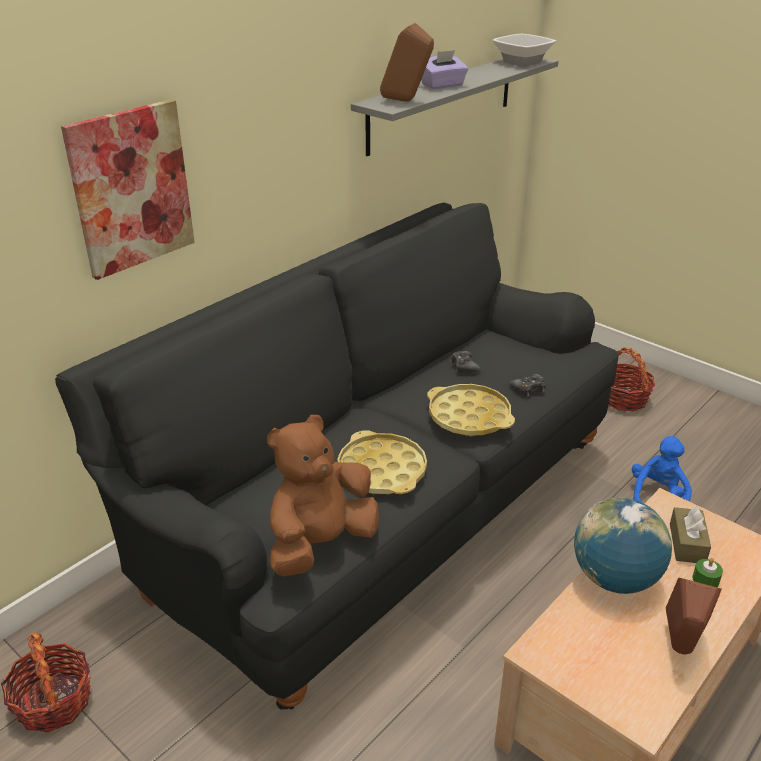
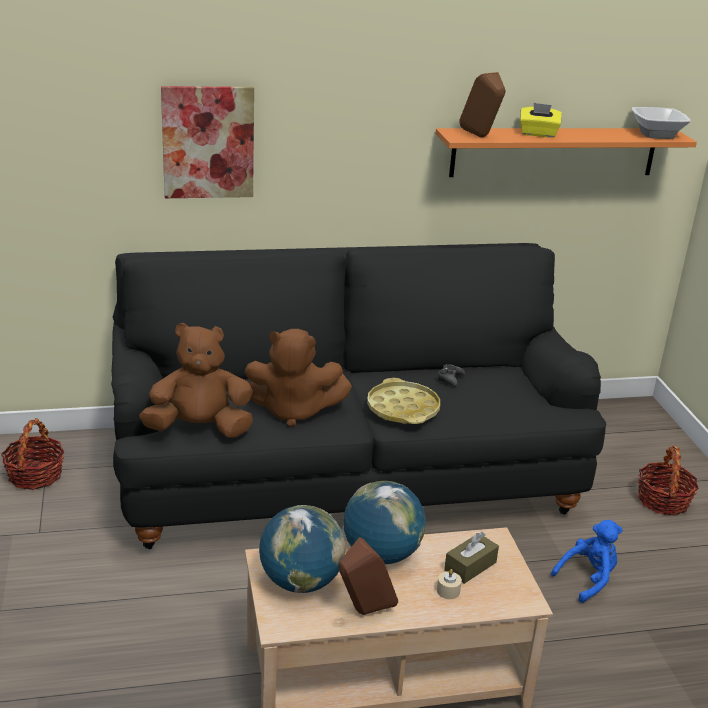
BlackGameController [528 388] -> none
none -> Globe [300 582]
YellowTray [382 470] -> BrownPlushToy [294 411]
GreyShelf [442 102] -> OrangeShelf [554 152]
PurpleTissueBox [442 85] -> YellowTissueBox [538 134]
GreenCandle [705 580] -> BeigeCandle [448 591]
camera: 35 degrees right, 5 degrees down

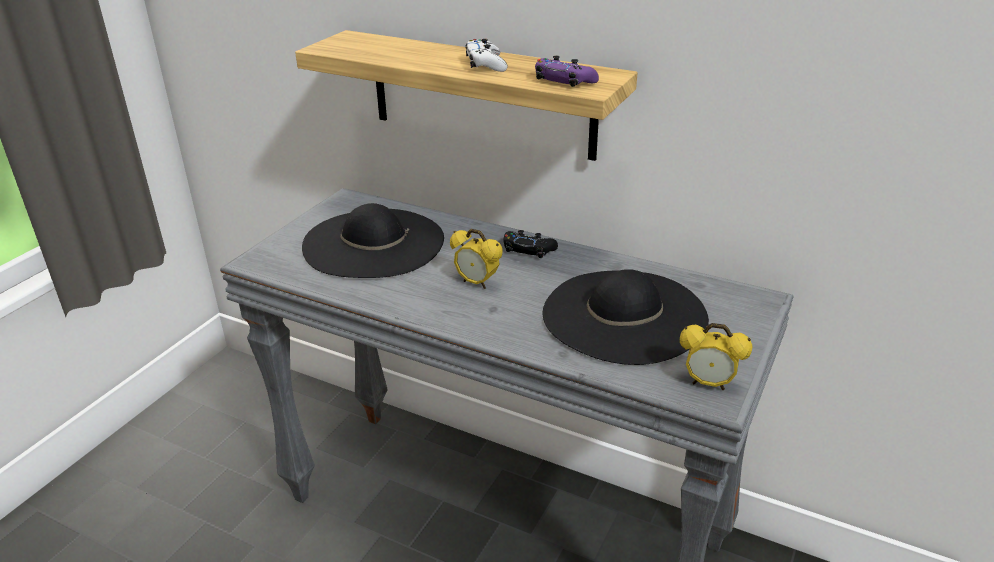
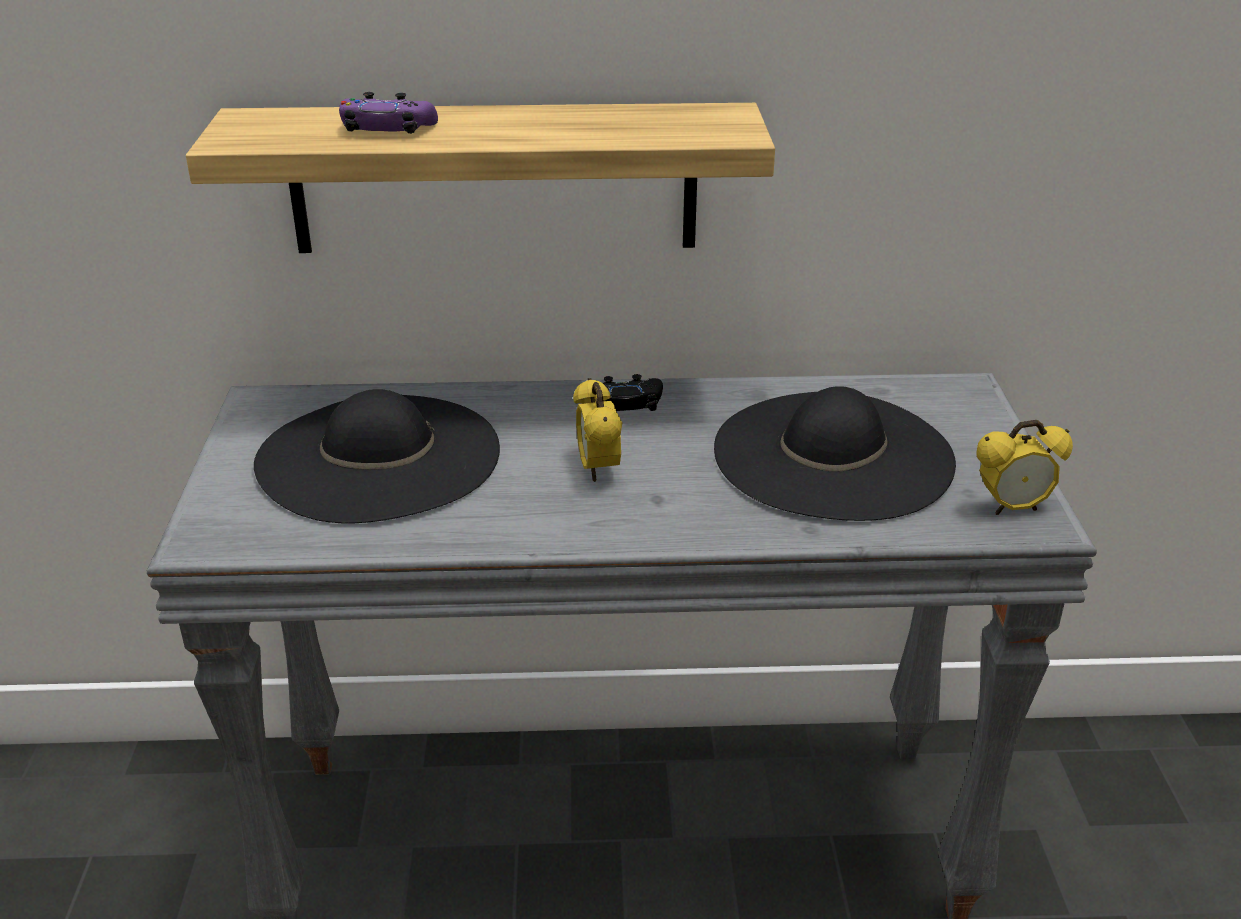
WhiteGameController [485 64] -> none
PurpleGameController [564 81] -> PurpleGameController [387 129], shifted
AlarmClock [477 283] -> AlarmClock [598 470], 75 degrees clockwise
camera: 30 degrees left, 0 degrees up

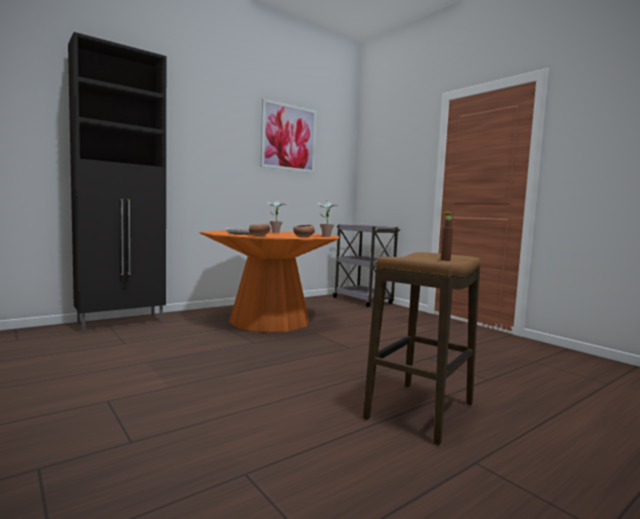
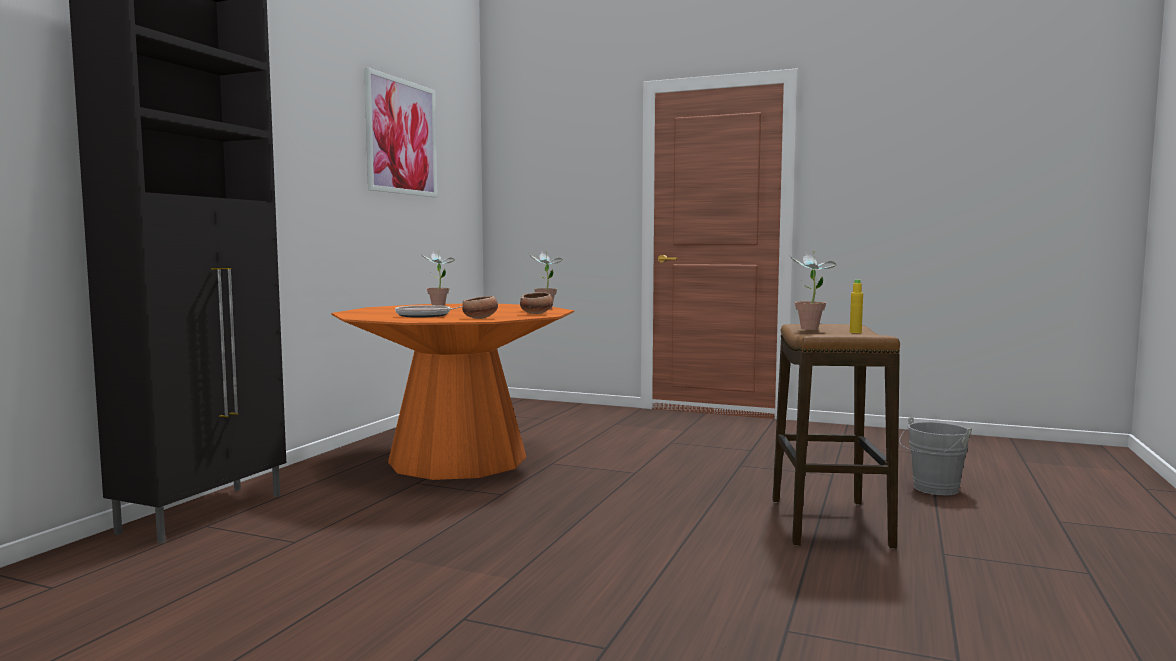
GreyCart [363 301] -> none
none -> PottedPlant [811 329]
none -> GreyBucket [933 489]
BrownBottle [445 260] -> YellowBottle [855 332]
camera: 30 degrees left, 0 degrees up

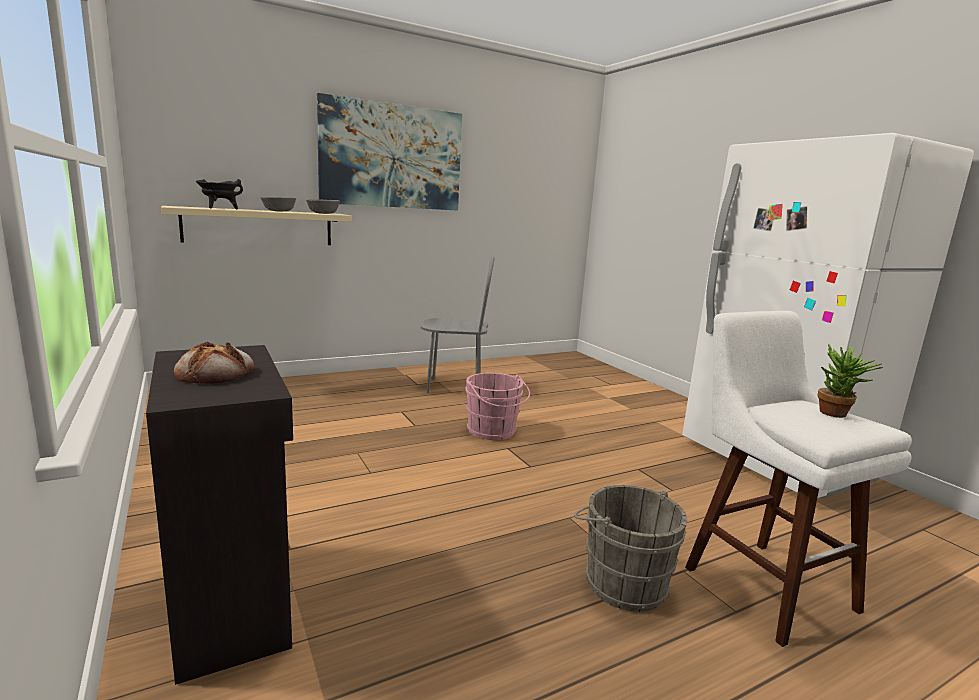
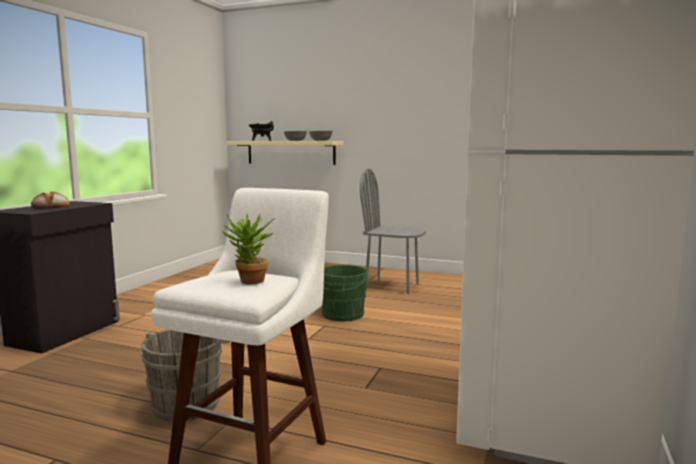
Picture [392 156] -> none
PinkBucket [493 432] -> GreenBucket [342 315]
GreyChair [454 387] -> GreyChair [392 286], 150 degrees clockwise
camera: 50 degrees right, 5 degrees down

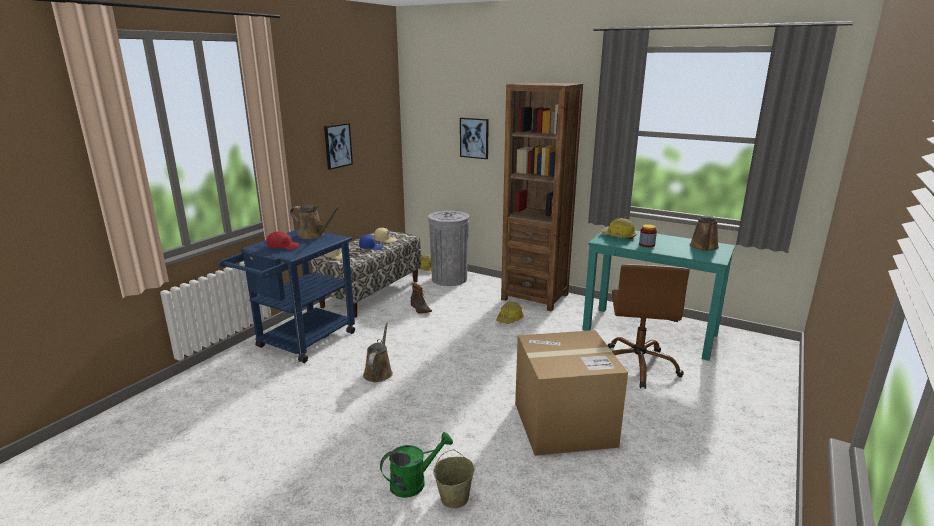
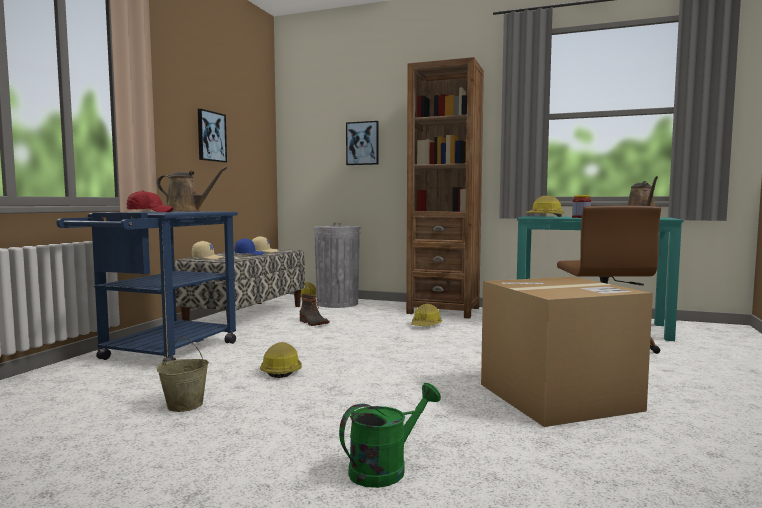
BeigeBucket [455 497] -> BeigeBucket [185 405], shifted
BrownWateringCan [379 372] -> HardHat [281 370]
camera: 10 degrees left, 15 degrees down

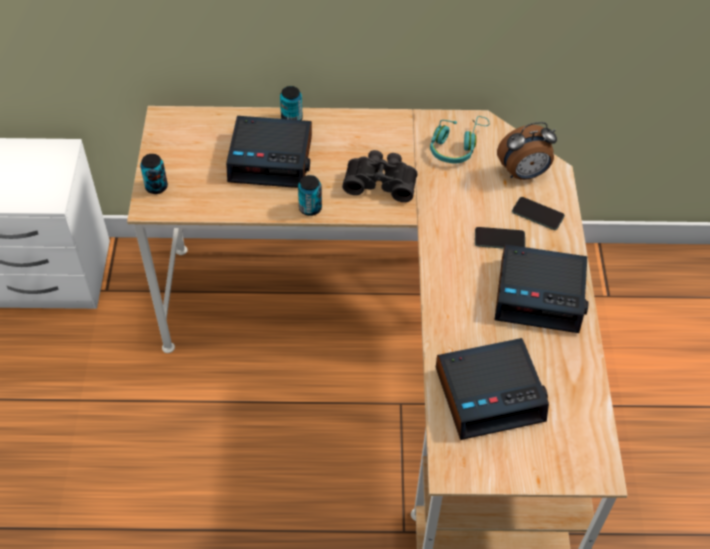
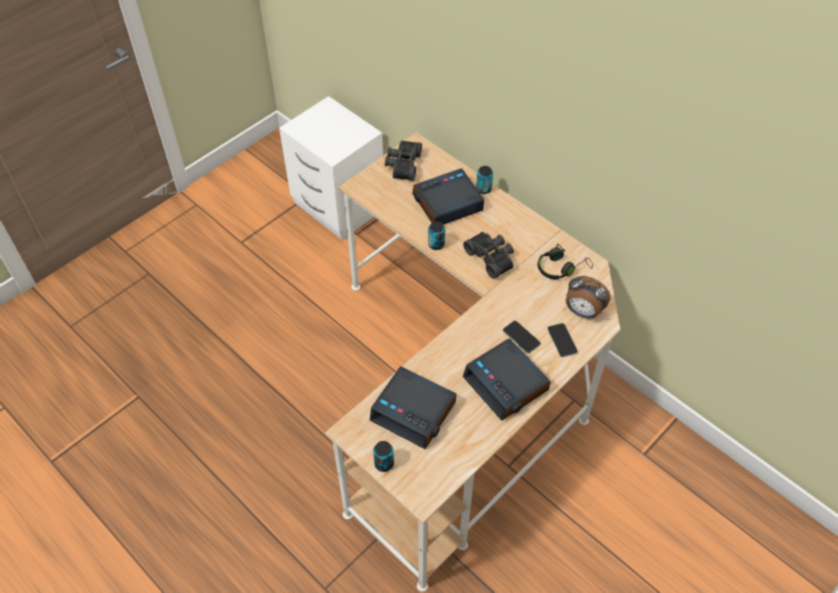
none -> BlackBinoculars [402 165]
Can [156 187] -> Can [384 463], shifted
TurquoiseHeadphones [456 146] -> BlackHeadphones [561 268]
AlarmClock [271 159] -> AlarmClock [447 204], 105 degrees clockwise
camera: 45 degrees right, 0 degrees up

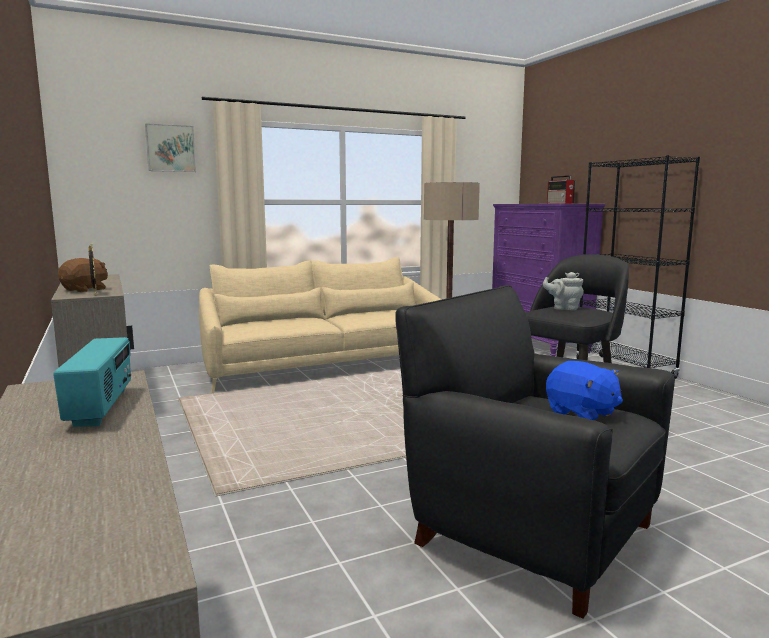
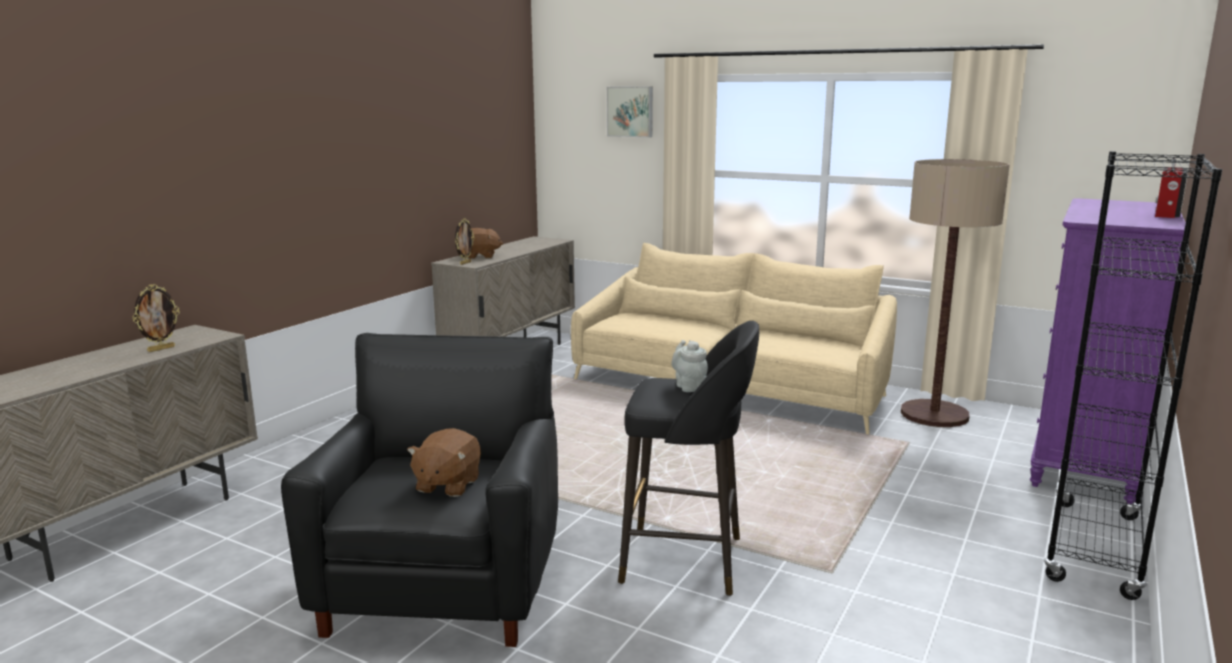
Radio [102 408] -> PictureFrame [161 349]
BluePlushToy [581 413] -> BrownPlushToy [447 485]
camera: 55 degrees right, 5 degrees up

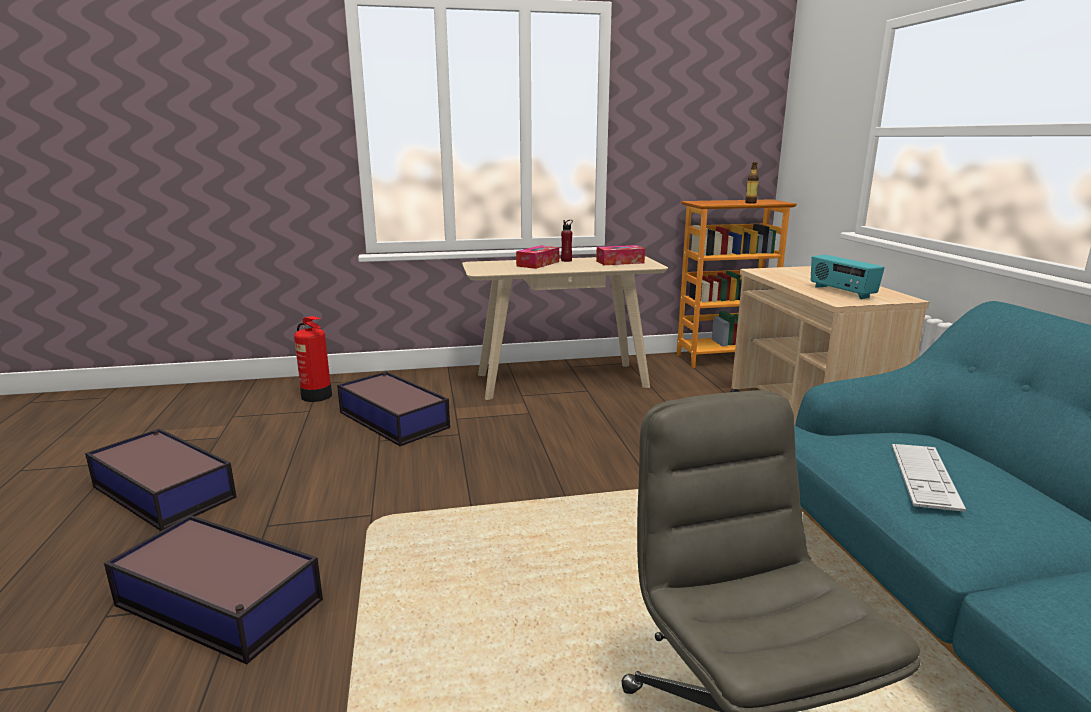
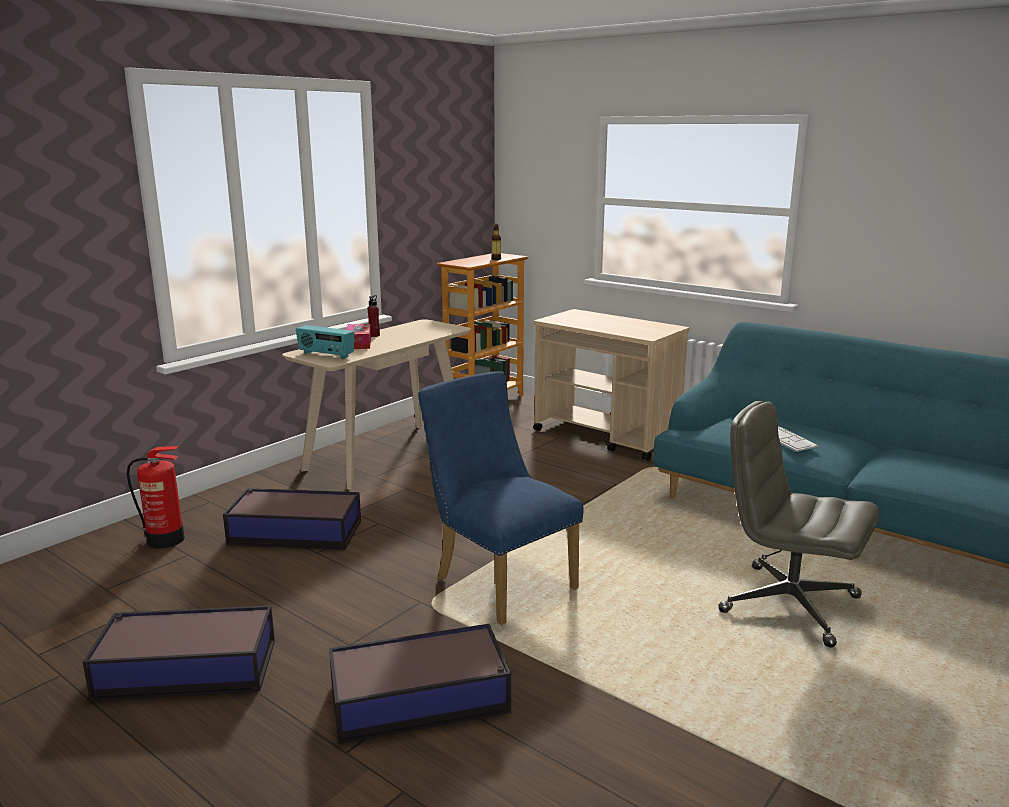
TissueBox [620 262] -> none
none -> BlueChair [498 580]
Radio [841 292] -> Radio [326 355], shifted
camera: 40 degrees left, 0 degrees up

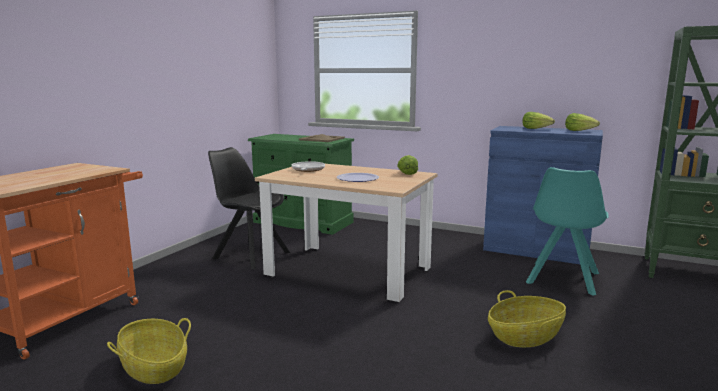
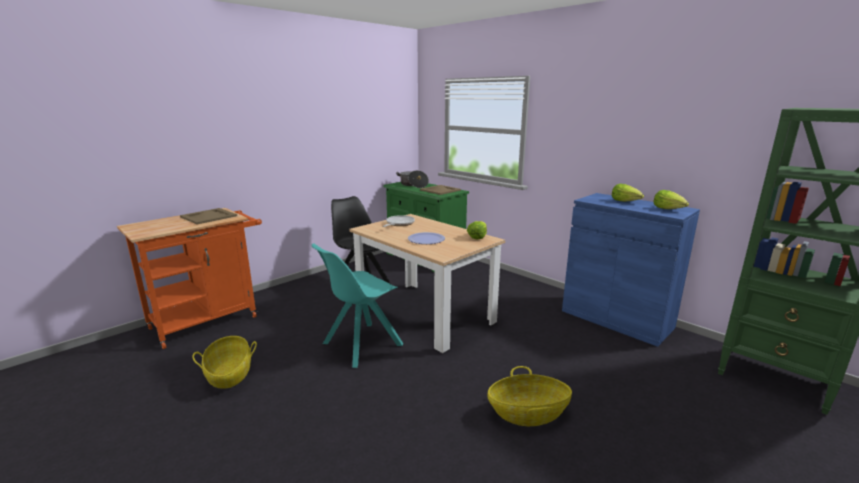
none -> BeigeTray [208 216]
none -> CookingPot [413 185]
TurquoiseChair [562 279] -> TurquoiseChair [360 345], shifted
camera: 20 degrees right, 5 degrees up

